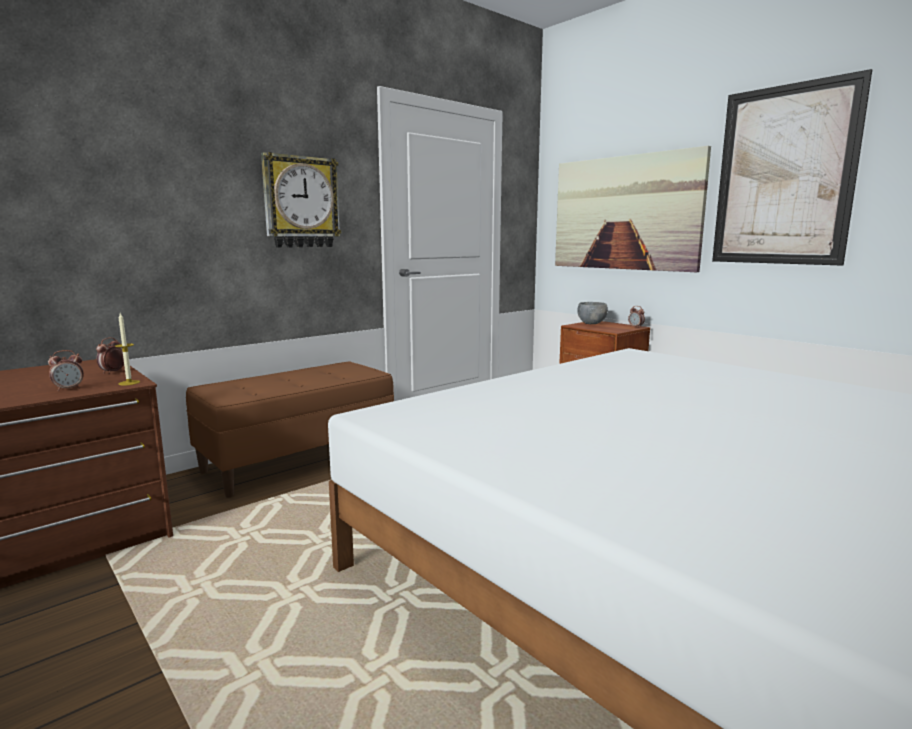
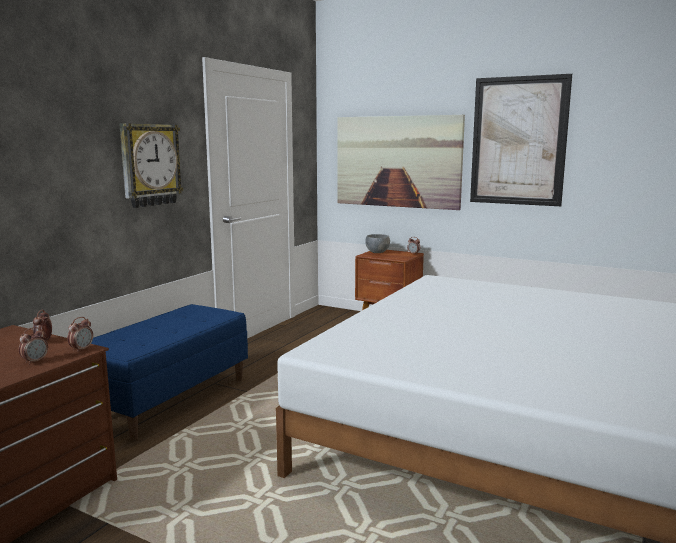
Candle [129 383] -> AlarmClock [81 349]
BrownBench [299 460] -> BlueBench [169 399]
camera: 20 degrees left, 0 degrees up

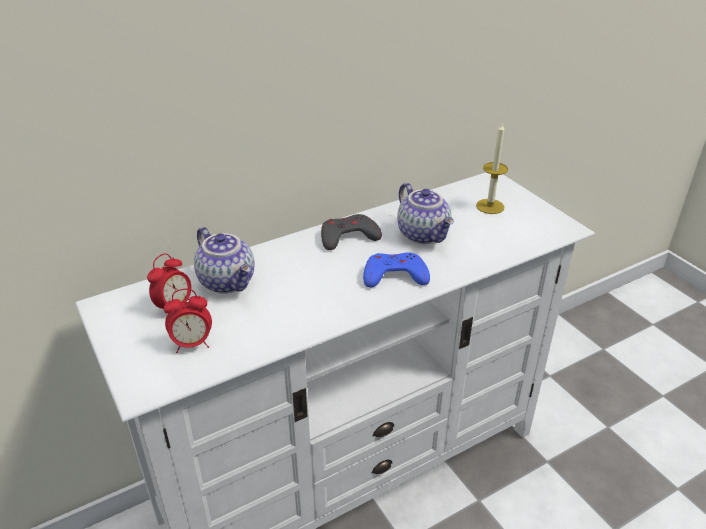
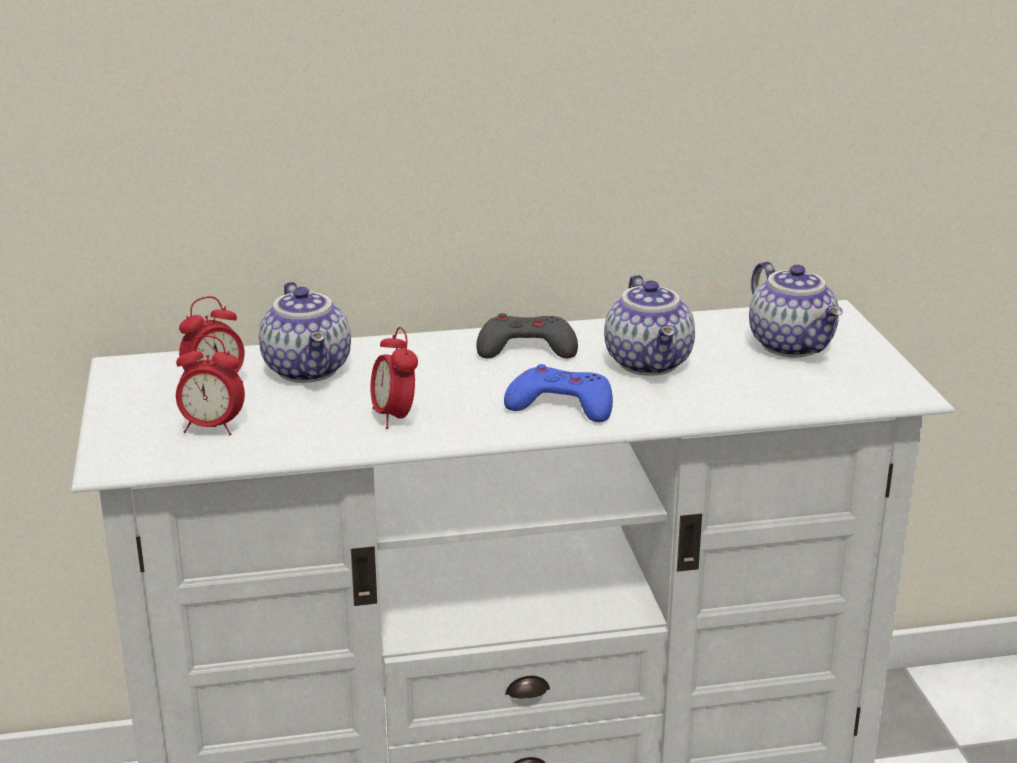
none -> AlarmClock [394 417]
Candle [490 206] -> Teapot [793 345]
camera: 20 degrees right, 10 degrees down

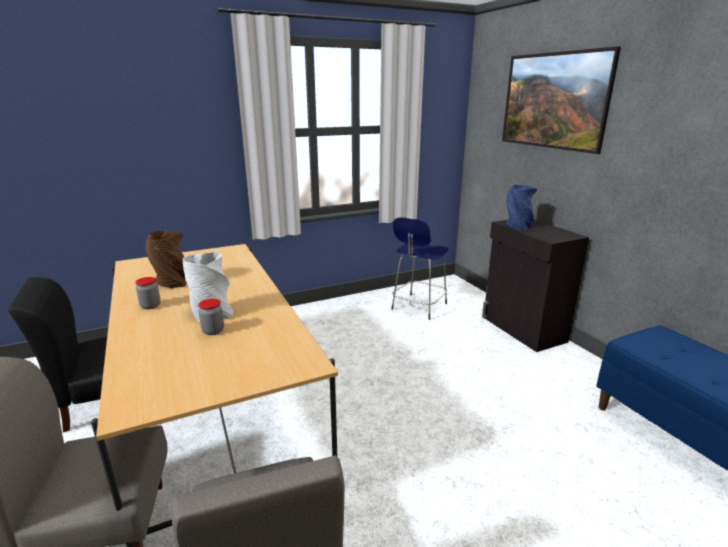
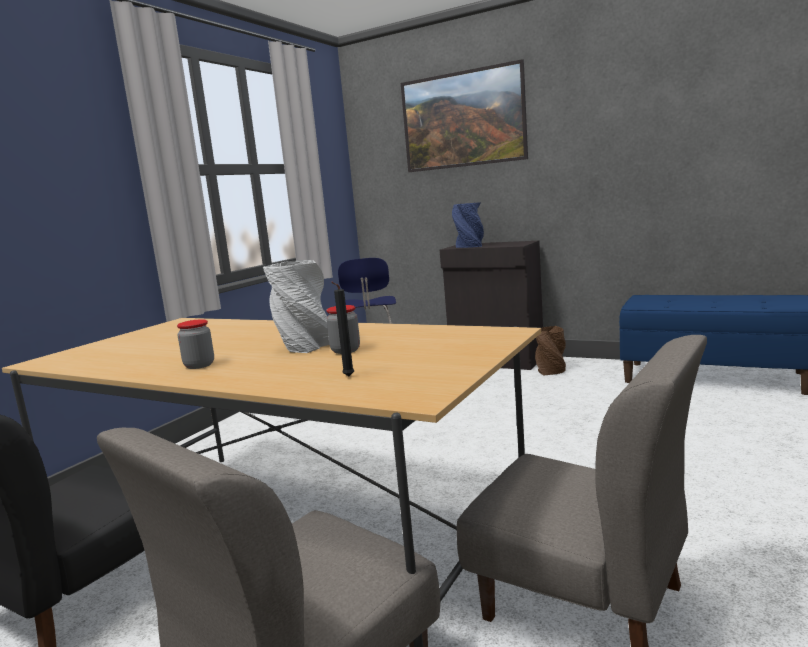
none -> BlackCandle [347 377]
BrownVase [172 283] -> BrownVase [551 372], shifted
camera: 35 degrees left, 10 degrees down

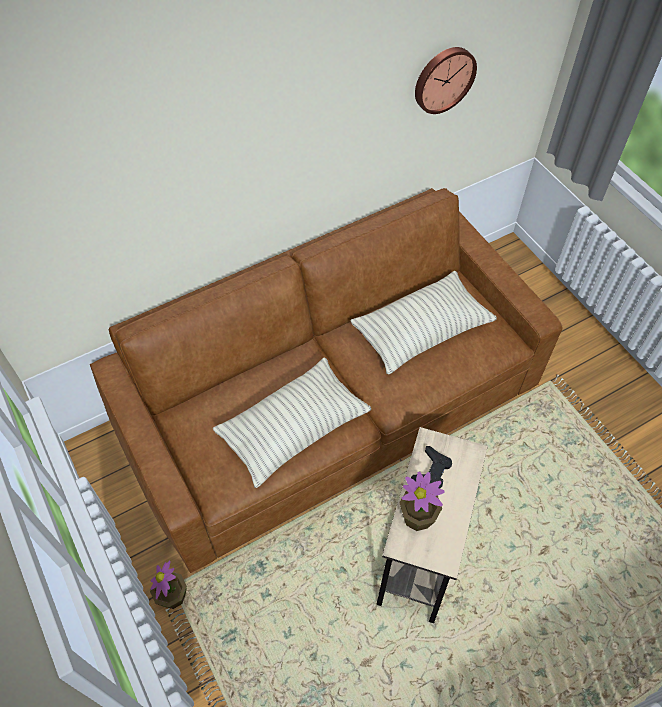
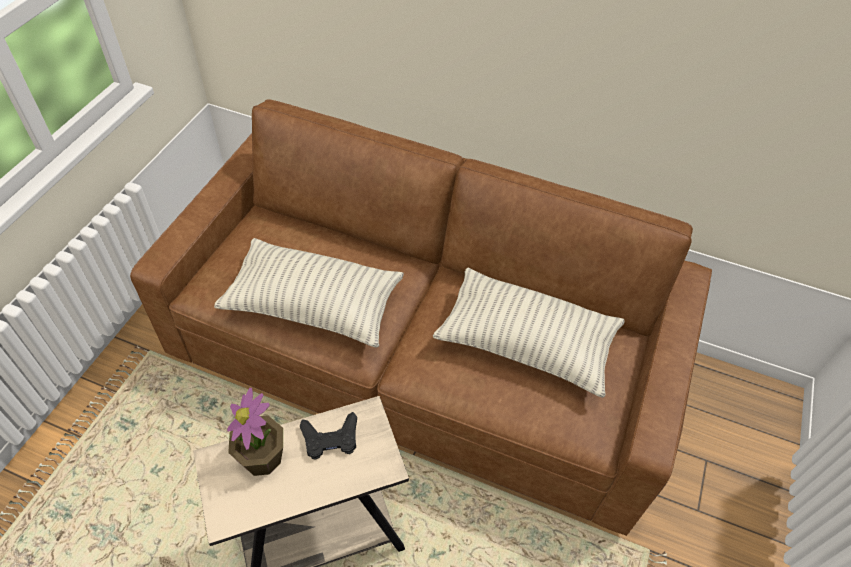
PottedPlant [173 596] -> none
WallClock [443 79] -> none
camera: 50 degrees right, 5 degrees down

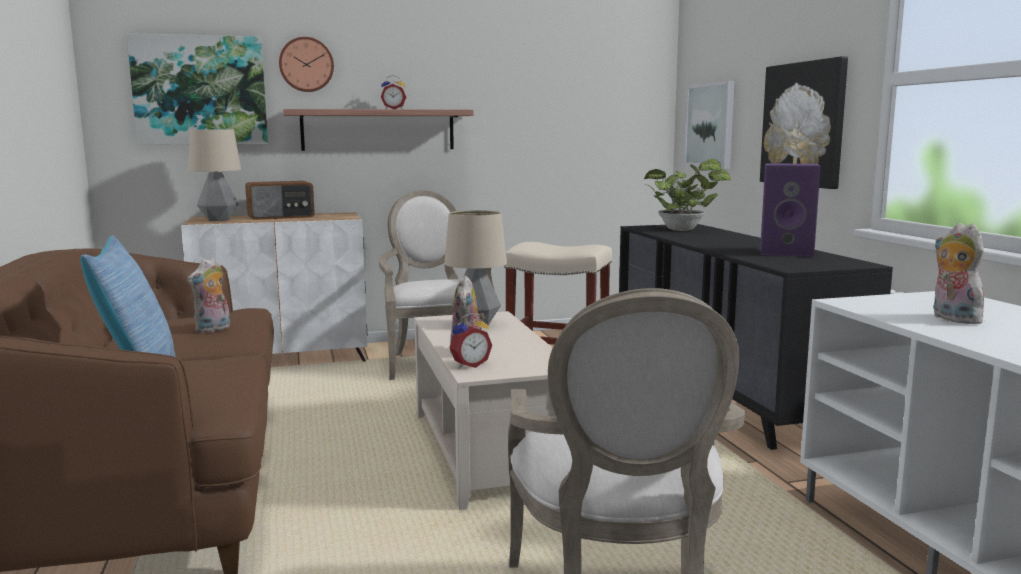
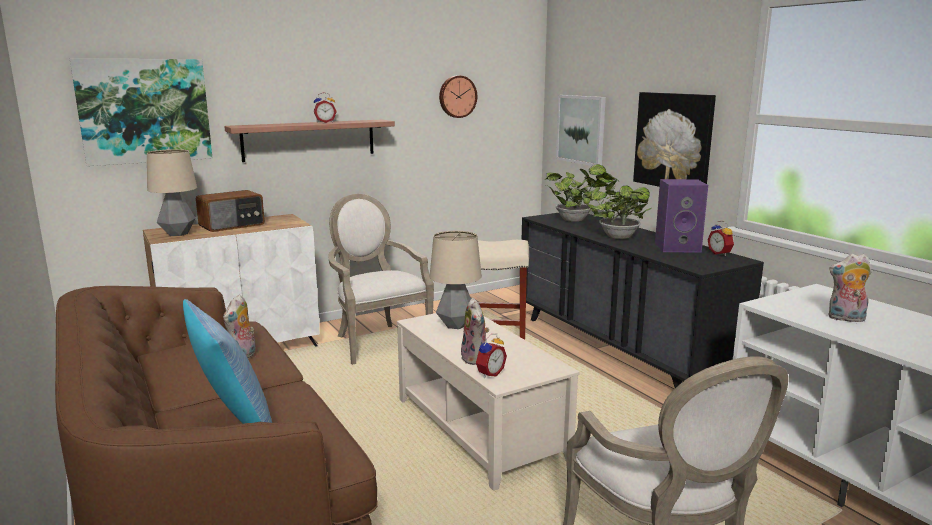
none -> PottedPlant [616 236]
none -> AlarmClock [720 253]
WallClock [306 64] -> WallClock [457 96], shifted
PlushToy [952 319] -> PlushToy [845 319], 45 degrees counterclockwise
camera: 15 degrees left, 5 degrees up

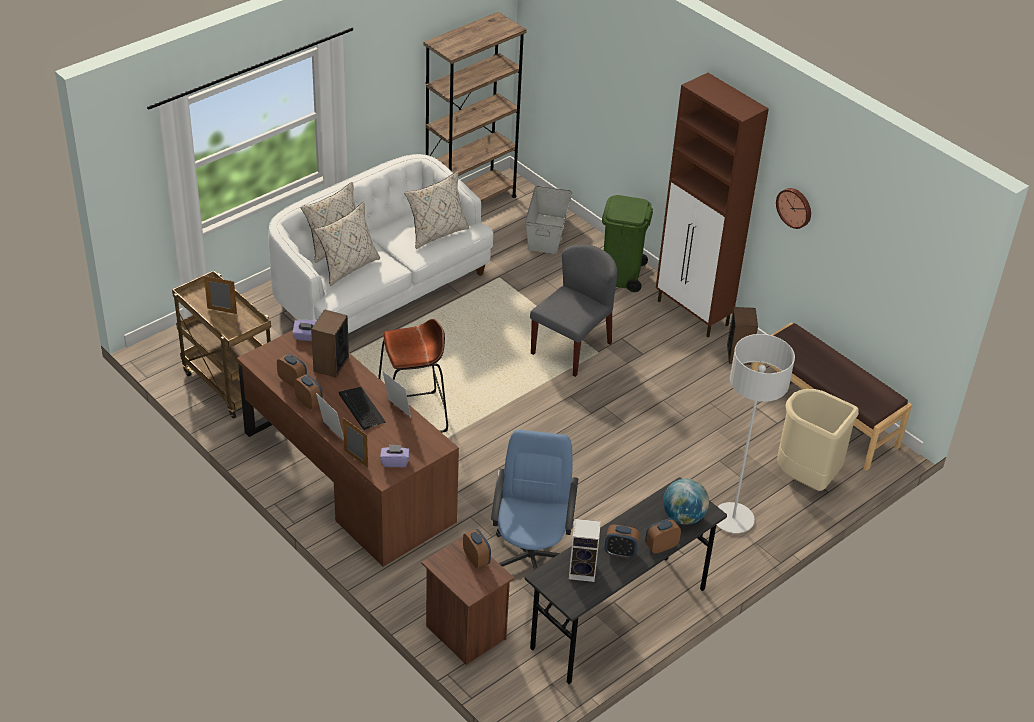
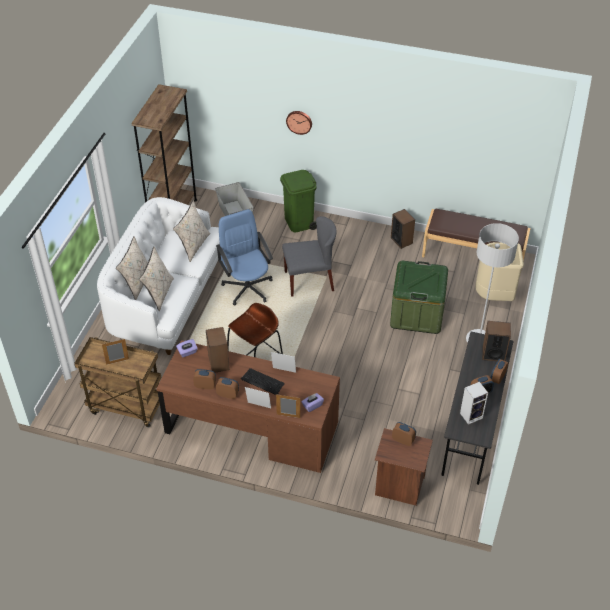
BrownCabinet [693 314] -> none
none -> GreenStorageBox [417 313]
BlueOfficeChair [531 557] -> BlueOfficeChair [247 287], shifted
WallClock [795 207] -> WallClock [299 121], shifted
Globe [683 517] -> Speaker [493 354]
GreyChair [571 348] -> GreyChair [309 281], 75 degrees clockwise
camera: 30 degrees left, 5 degrees up

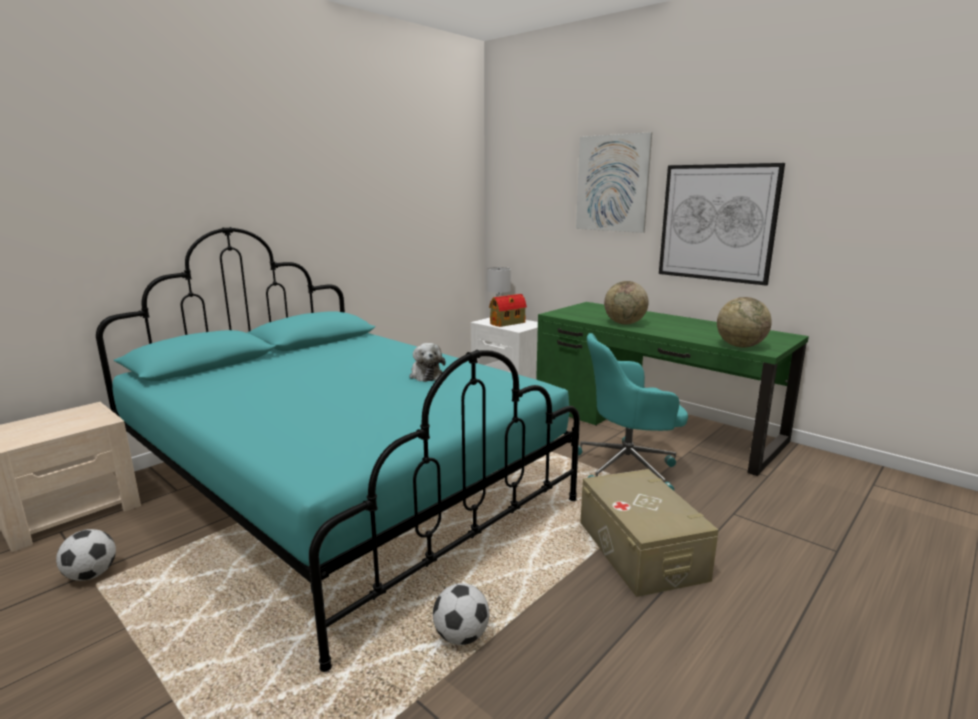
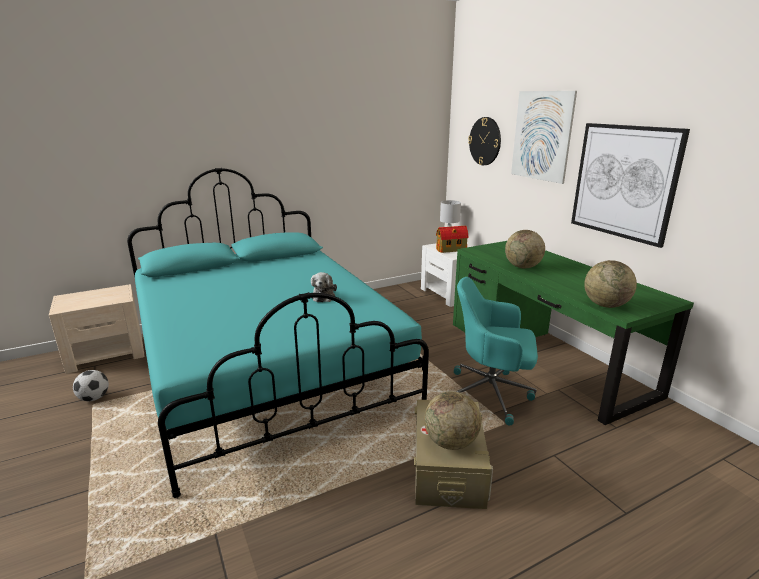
Football [461 636] -> none
none -> Globe [451 442]
none -> WallClock [485 141]
camera: 20 degrees right, 5 degrees up

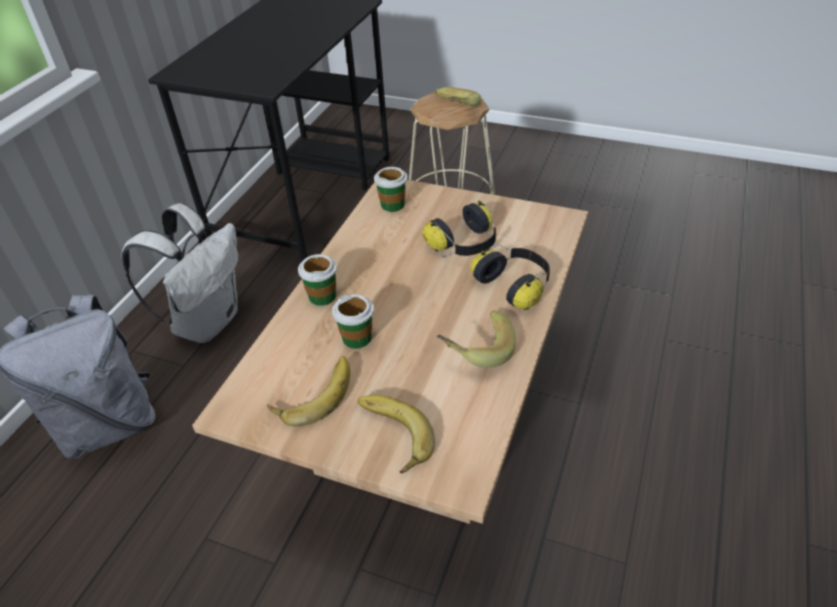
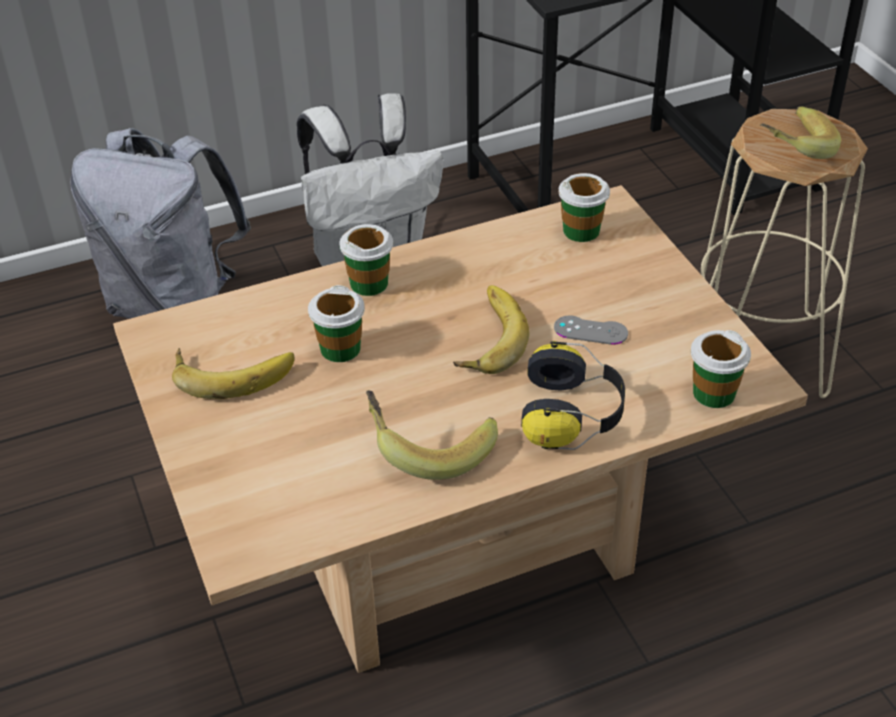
none -> Cup [713 393]
Banana [390 435] -> Banana [486 336], shifted
Headphones [465 244] -> GreyGameController [590 330]
camera: 45 degrees right, 0 degrees up

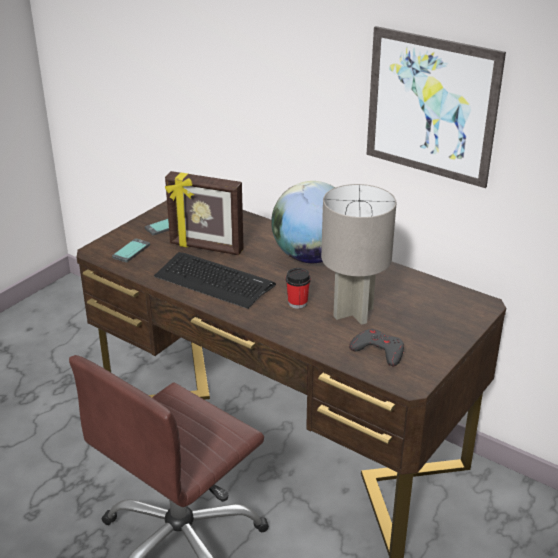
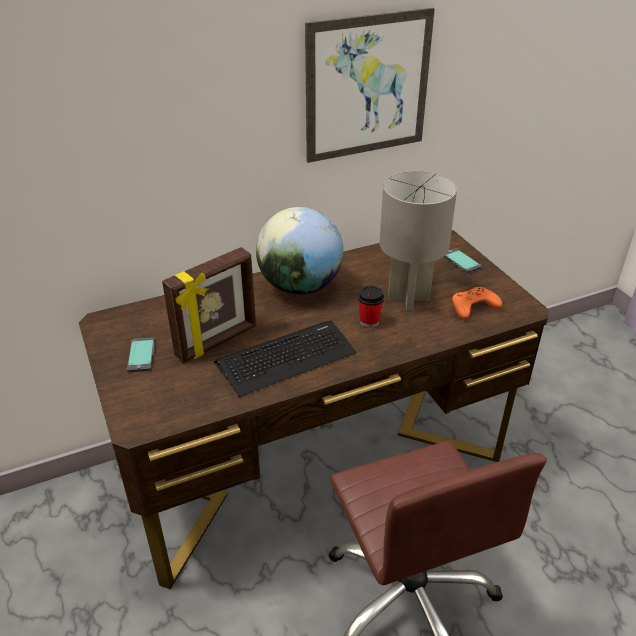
Phone [131 251] -> Phone [461 261], shifted
GreyGameController [378 351] -> OrangeGameController [473 306]
camera: 60 degrees left, 5 degrees up

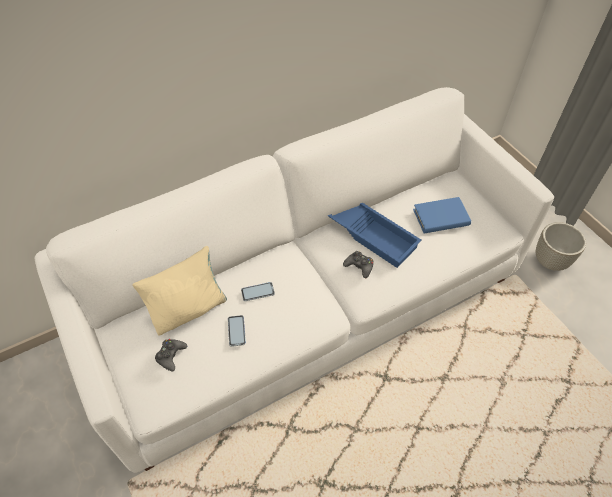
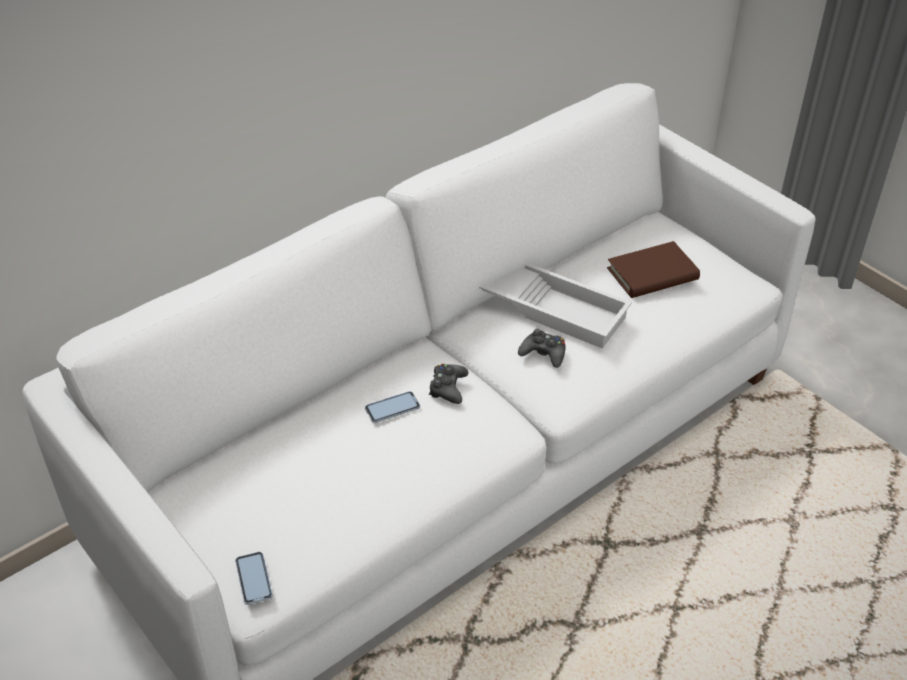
BeigePillow [189 309] -> none
GreyPlanter [550 261] -> none
BlackGameController [171 356] -> BlackGameController [448 388], shifted
Phone [236 331] -> Phone [253 579], shifted
BlueTray [373 234] -> WhiteTray [555 308]
BlueBook [441 218] -> BrownBook [652 274]
camera: 10 degrees left, 10 degrees down

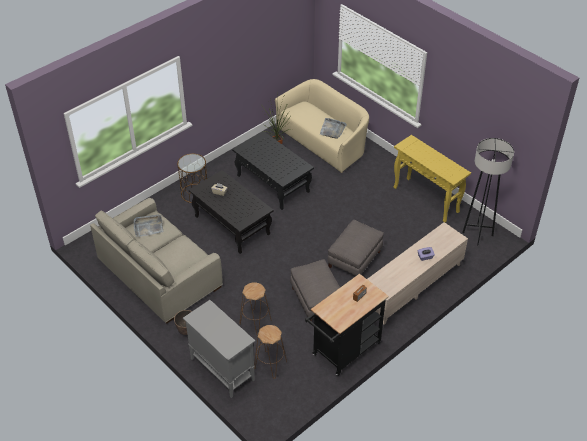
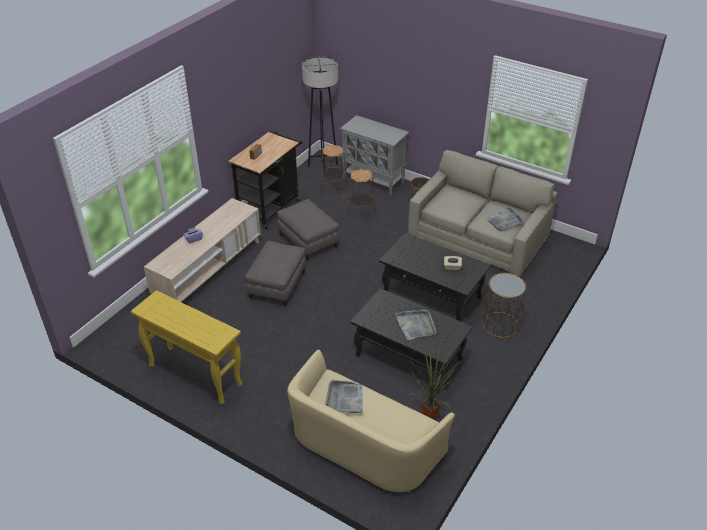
none -> GreyTray [416 325]
GreyFloorLamp [477 234] -> GreyFloorLamp [323 165], shifted
camera: 165 degrees right, 5 degrees down

